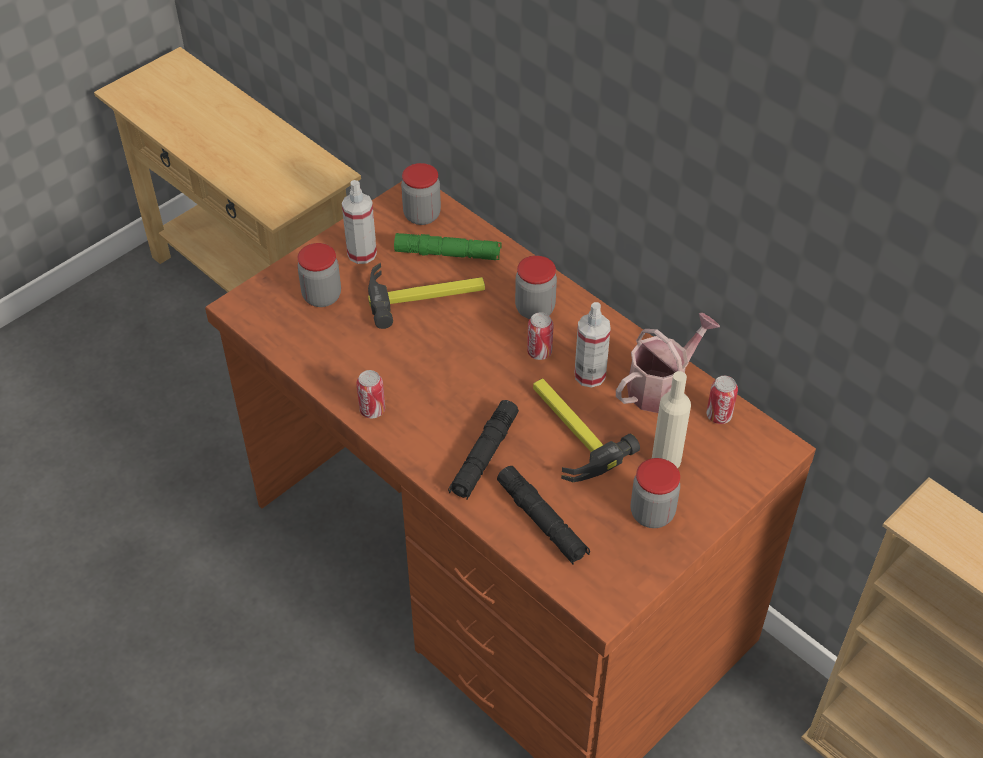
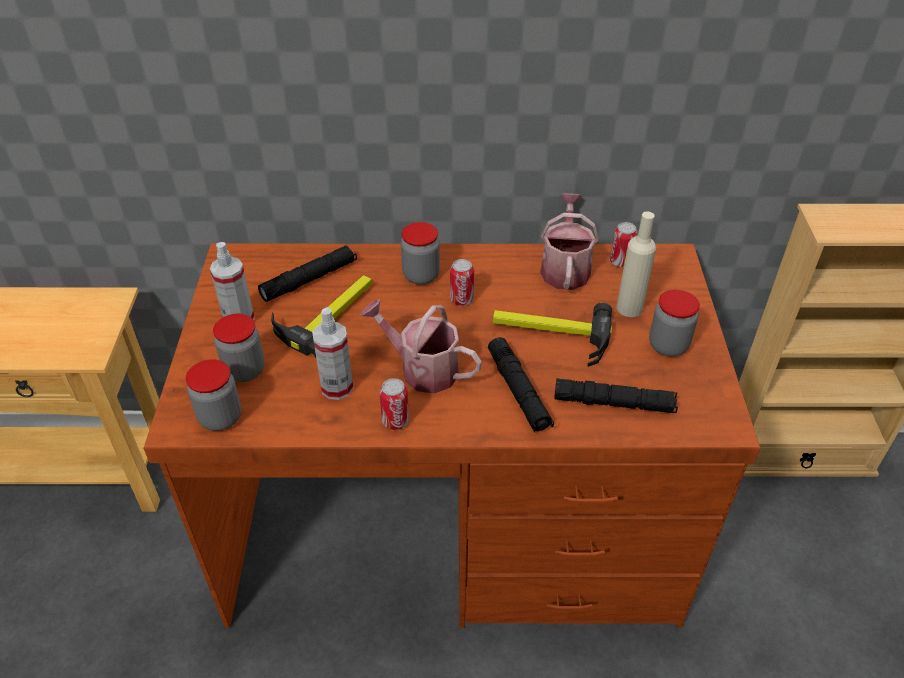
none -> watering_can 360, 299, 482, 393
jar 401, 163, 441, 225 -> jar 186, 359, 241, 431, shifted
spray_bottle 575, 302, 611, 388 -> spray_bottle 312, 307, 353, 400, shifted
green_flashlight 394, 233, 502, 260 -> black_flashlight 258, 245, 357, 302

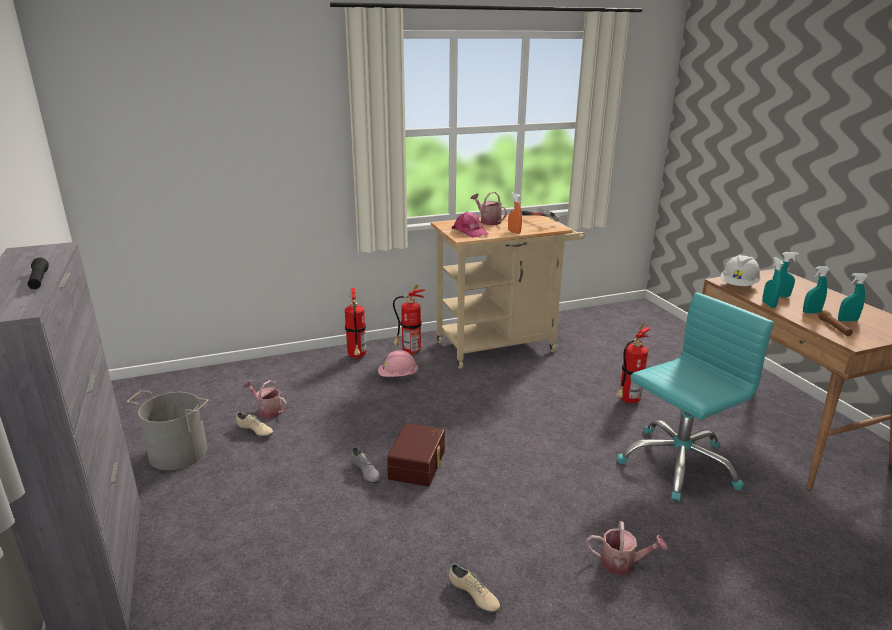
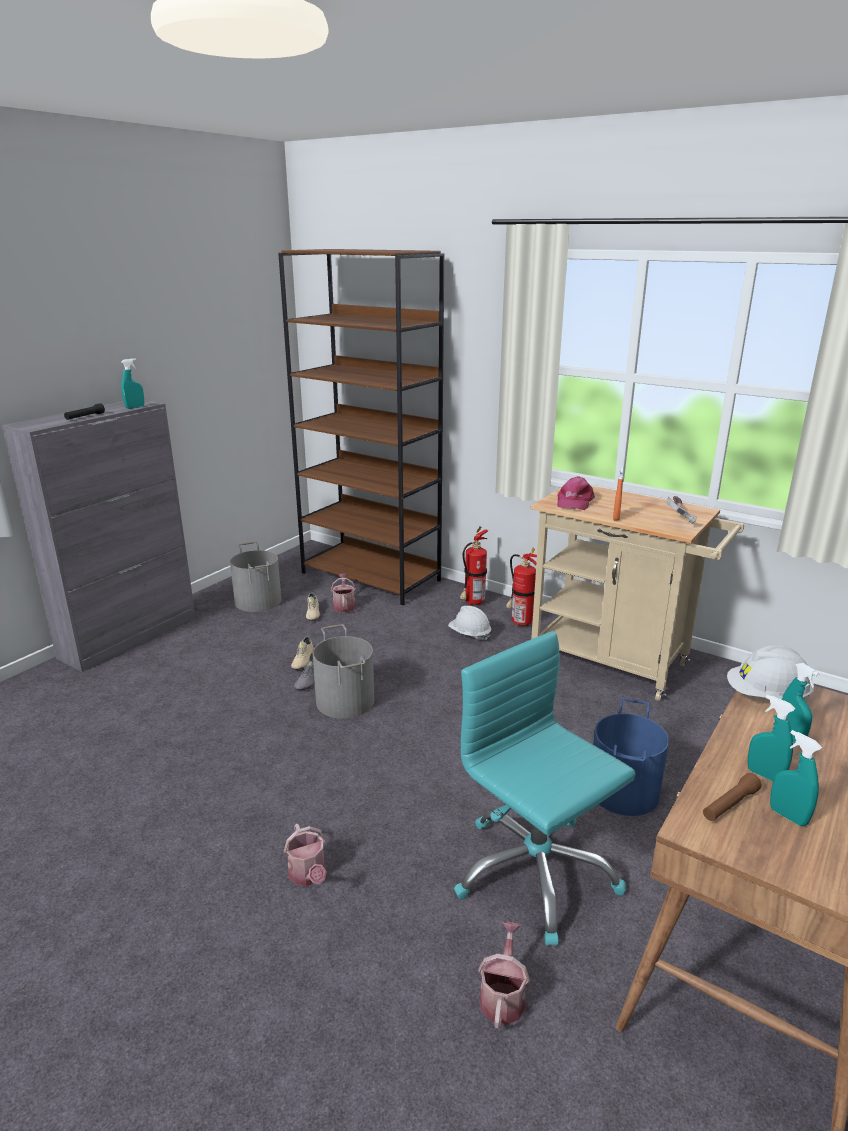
none -> brown_bookcase 278, 249, 444, 605
beige_shoe 449, 564, 500, 613 -> beige_shoe 291, 636, 314, 670, shifted
watering_can 470, 192, 507, 225 -> watering_can 478, 921, 530, 1029, shifted
turquoise_spray_bottle 762, 257, 784, 308 -> turquoise_spray_bottle 121, 358, 144, 409, shifted
brown_storage_box 387, 423, 445, 487 -> grey_bucket 313, 624, 374, 719
fire_extinguisher 616, 324, 651, 404 -> blue_bucket 593, 698, 669, 816
pink_hard_hat 378, 350, 418, 377 -> white_hard_hat 448, 606, 491, 641
turquoise_office_chair 617, 292, 774, 502 -> turquoise_office_chair 454, 631, 636, 946, 150 degrees counterclockwise

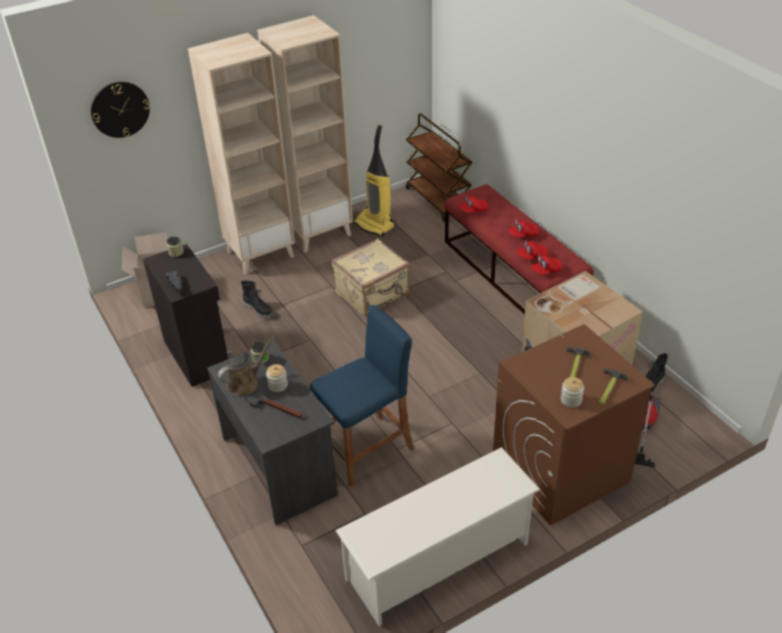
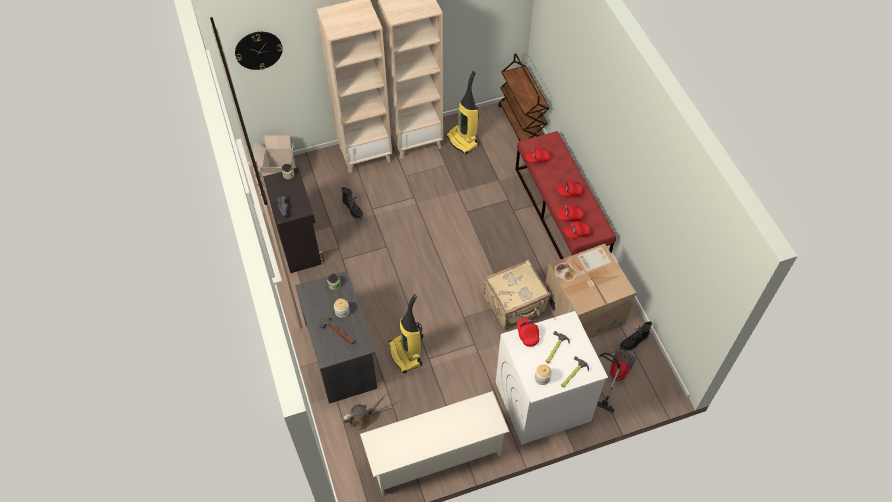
none -> red_cap 517, 318, 540, 347
brown_watering_can 217, 335, 275, 396 -> brown_watering_can 343, 393, 388, 430, shifted
beige_suitcase 331, 239, 410, 316 -> beige_suitcase 484, 260, 550, 329, shifted
blue_stool 310, 305, 414, 486 -> vacuum_cleaner 388, 294, 423, 374
brown_washing_machine 493, 324, 655, 526 -> white_washing_machine 496, 311, 608, 445

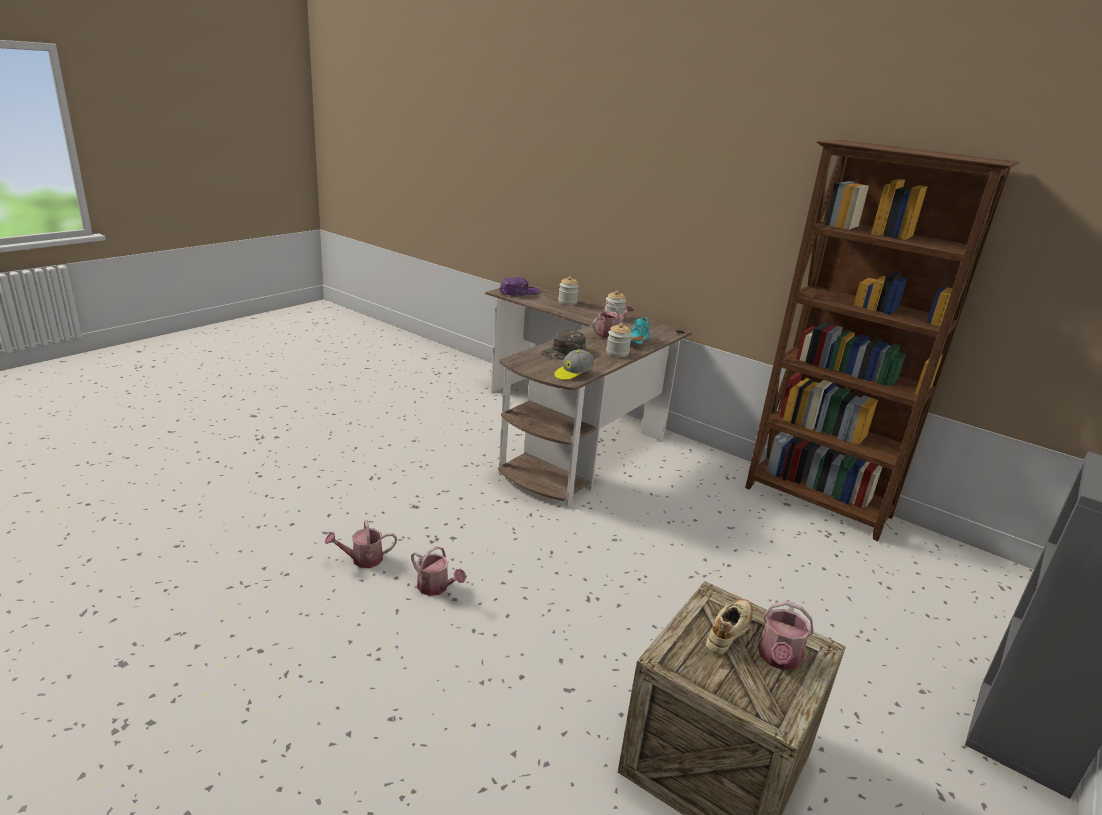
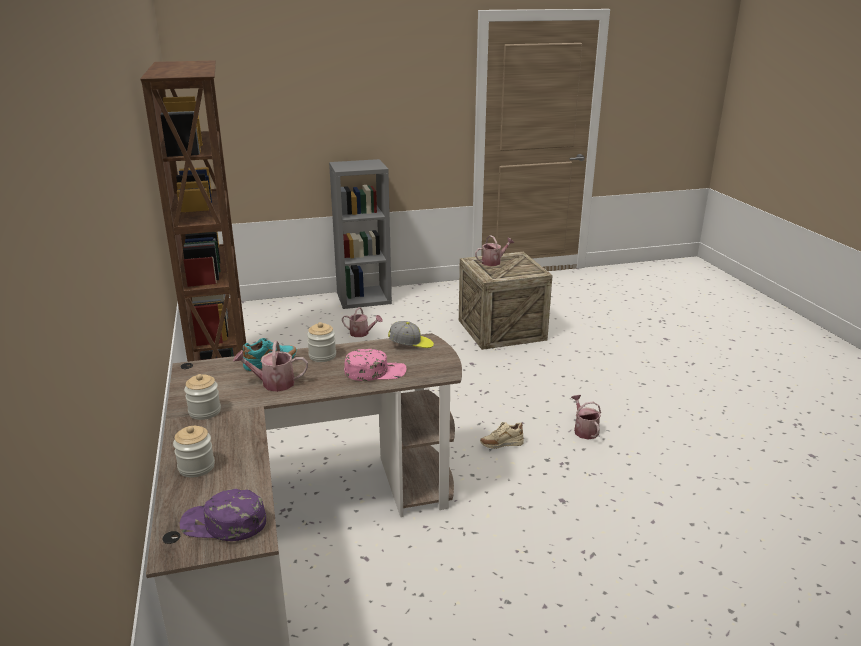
watering_can 324, 520, 397, 568 -> watering_can 342, 307, 383, 337, shifted
beige_shoe 706, 599, 753, 655 -> beige_shoe 480, 422, 524, 449, shifted
green_cap 541, 331, 586, 360 -> pink_cap 344, 349, 407, 381

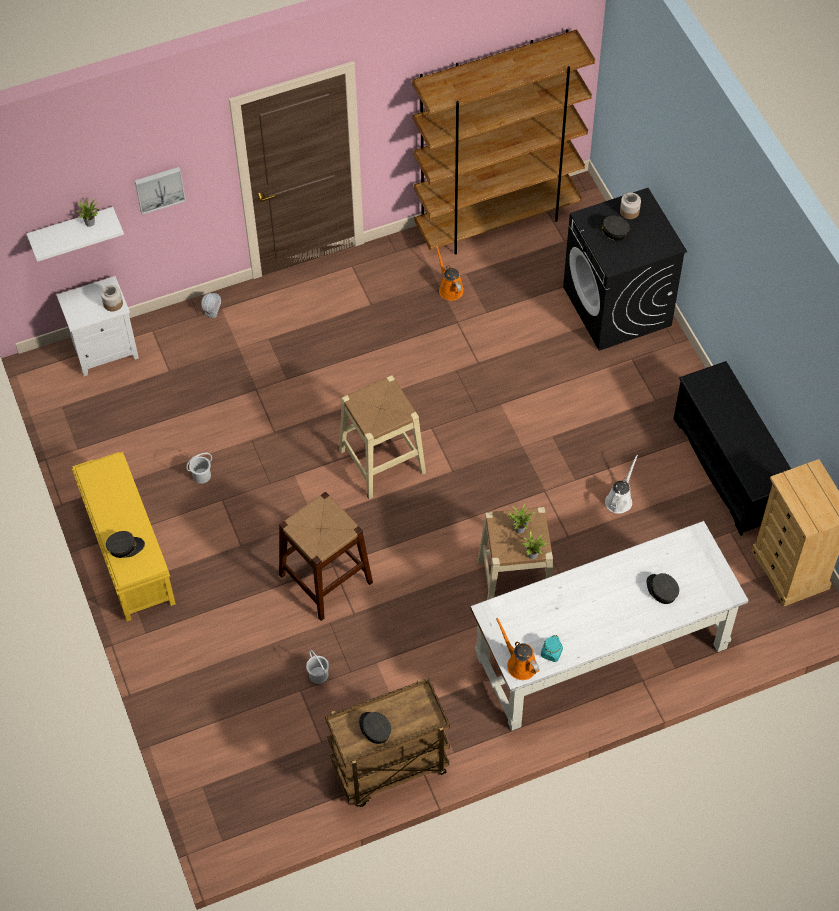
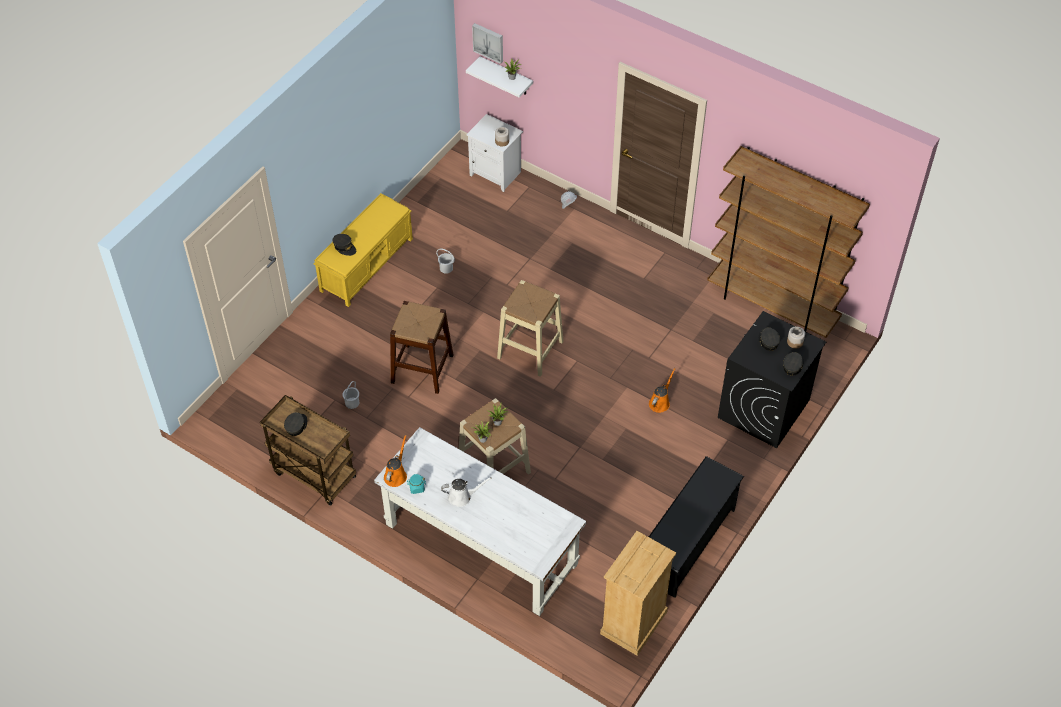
picture 134, 167, 186, 215 -> picture 472, 23, 503, 64, shifted
orange_watering_can 436, 245, 464, 301 -> orange_watering_can 649, 368, 676, 413, shifted
white_watering_can 605, 455, 638, 514 -> white_watering_can 441, 477, 492, 507, shifted
grey_cap 647, 573, 679, 604 -> grey_cap 783, 352, 803, 376, shifted

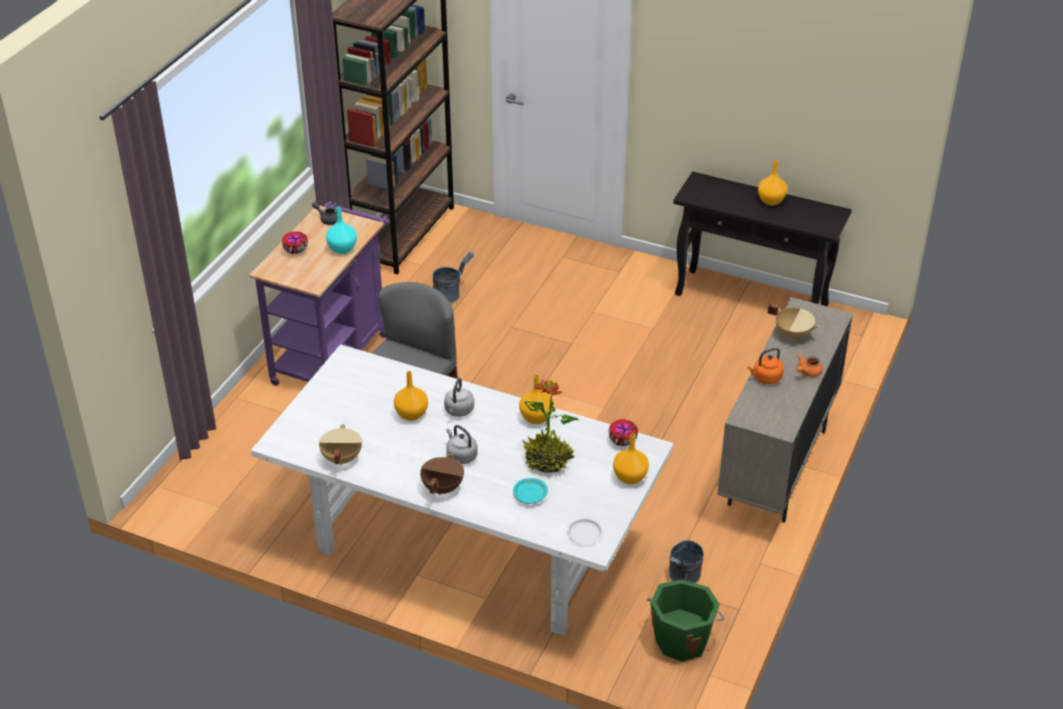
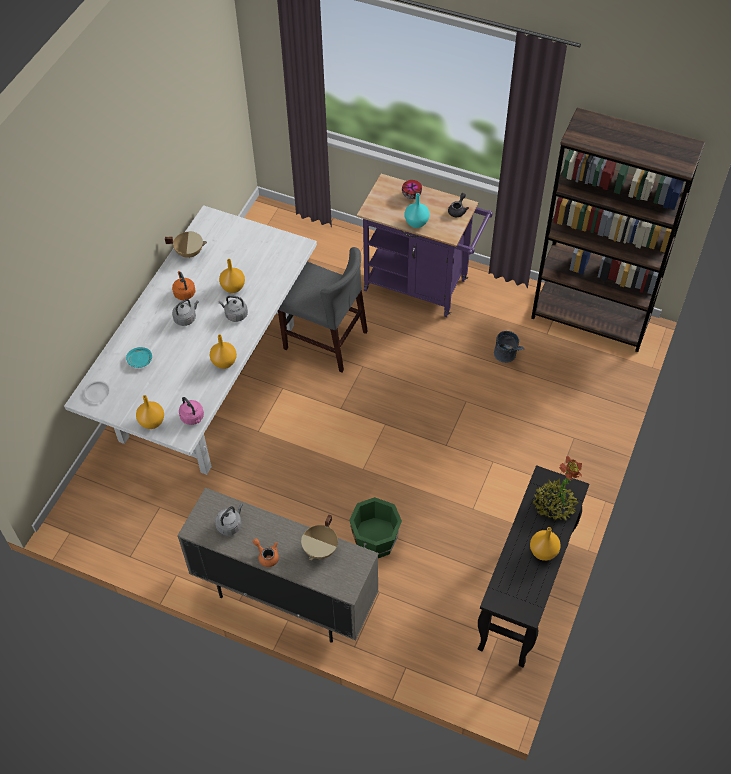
brown_cooking_pot 420, 454, 464, 495 -> none
grey_bucket 669, 540, 704, 583 -> none
none -> grey_kettle 215, 504, 243, 536
potted_plant 522, 380, 578, 473 -> potted_plant 533, 456, 582, 520, shifted
green_bucket 647, 579, 725, 661 -> green_bucket 349, 497, 402, 558, shifted
orange_kettle 747, 348, 784, 384 -> orange_kettle 172, 271, 196, 300, shifted
bowl 609, 419, 638, 447 -> pink_kettle 179, 397, 204, 425

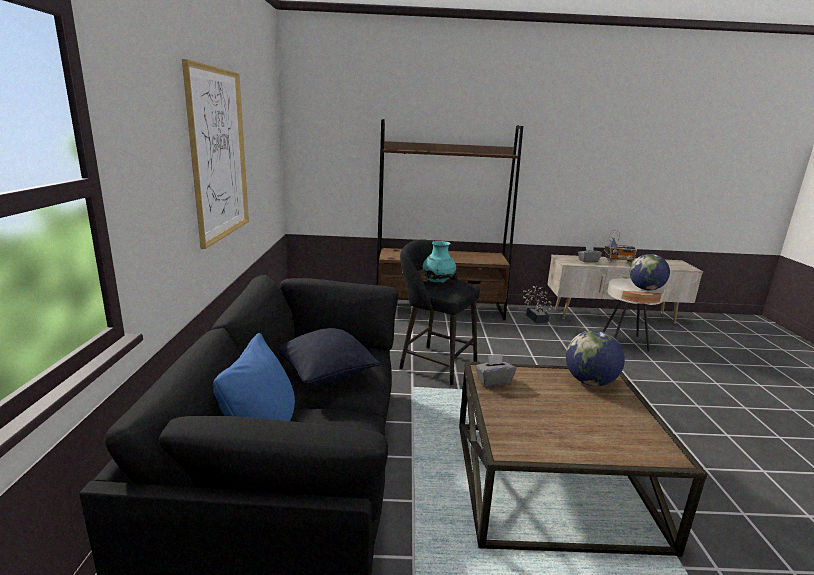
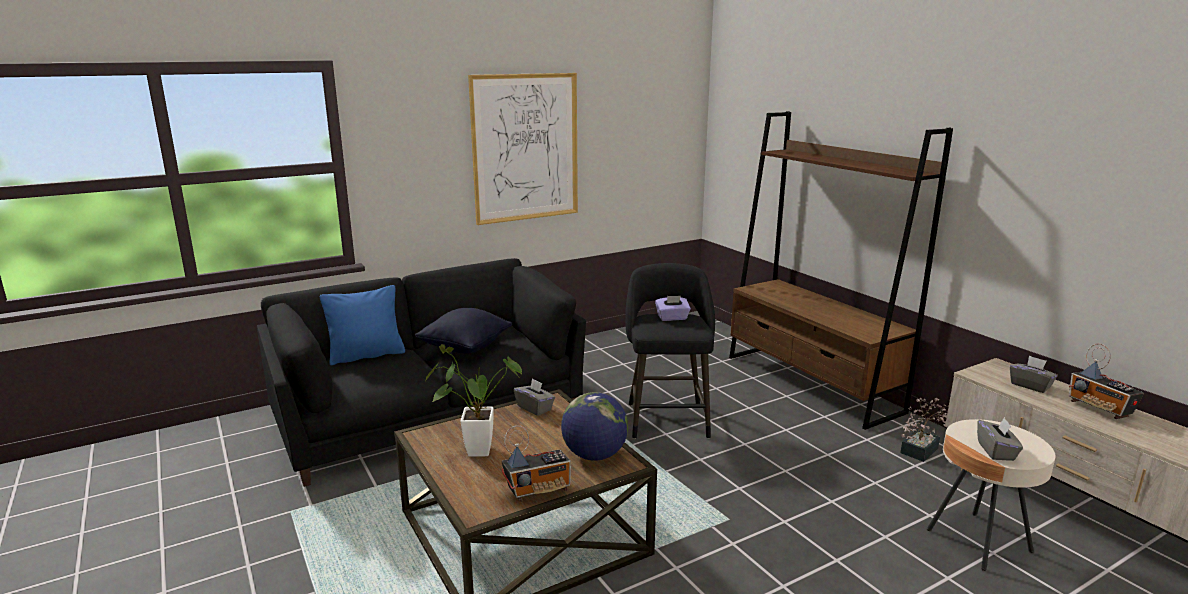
none -> potted_plant 426, 344, 522, 457
none -> radio 501, 425, 571, 502
turquoise_vase 423, 241, 456, 283 -> purple_tissue_box 655, 296, 691, 321
globe 630, 254, 670, 290 -> grey_tissue_box 977, 417, 1023, 461

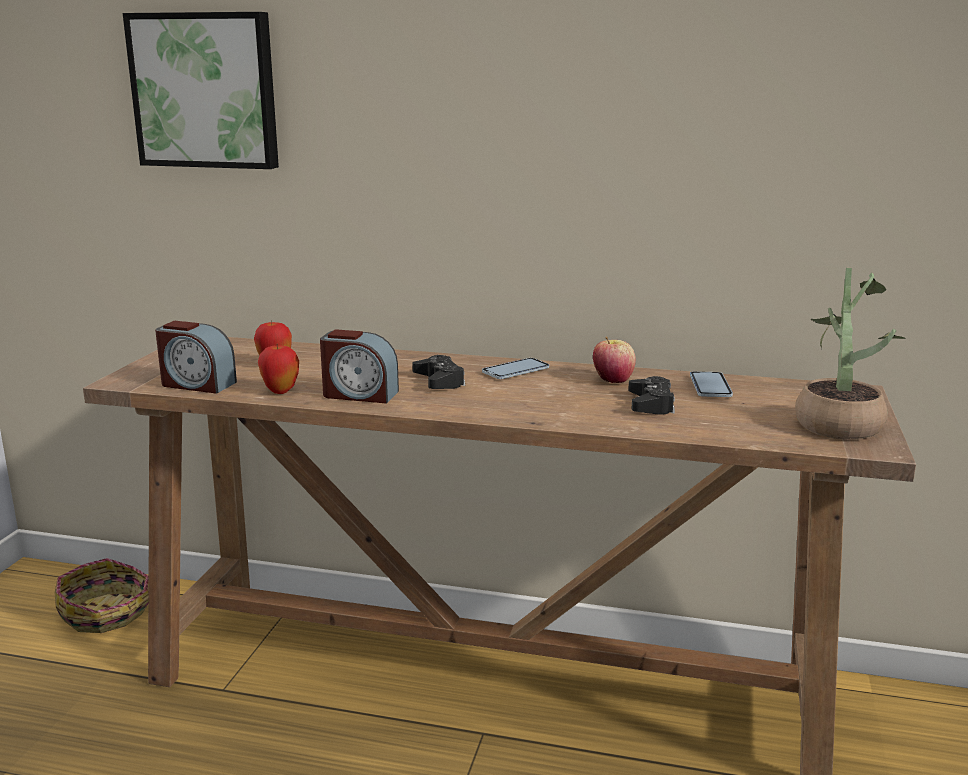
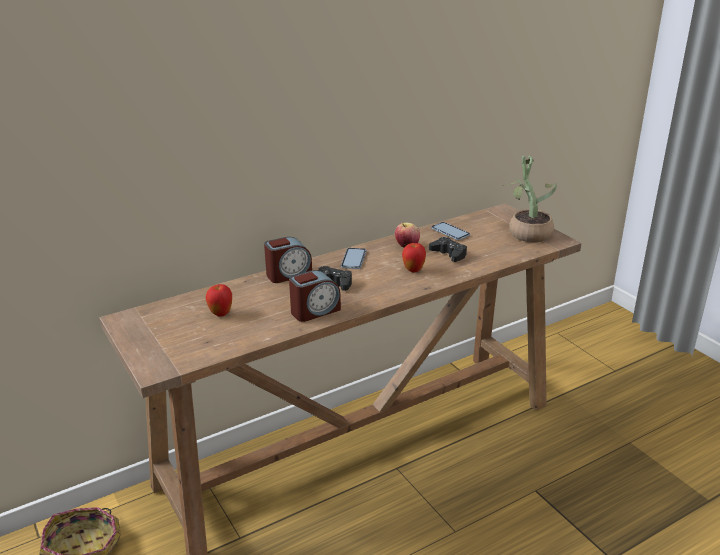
picture 123, 12, 279, 169 -> none
alarm_clock 155, 321, 237, 394 -> alarm_clock 264, 237, 312, 283, shifted
apple 258, 345, 299, 394 -> apple 402, 243, 426, 272, shifted

